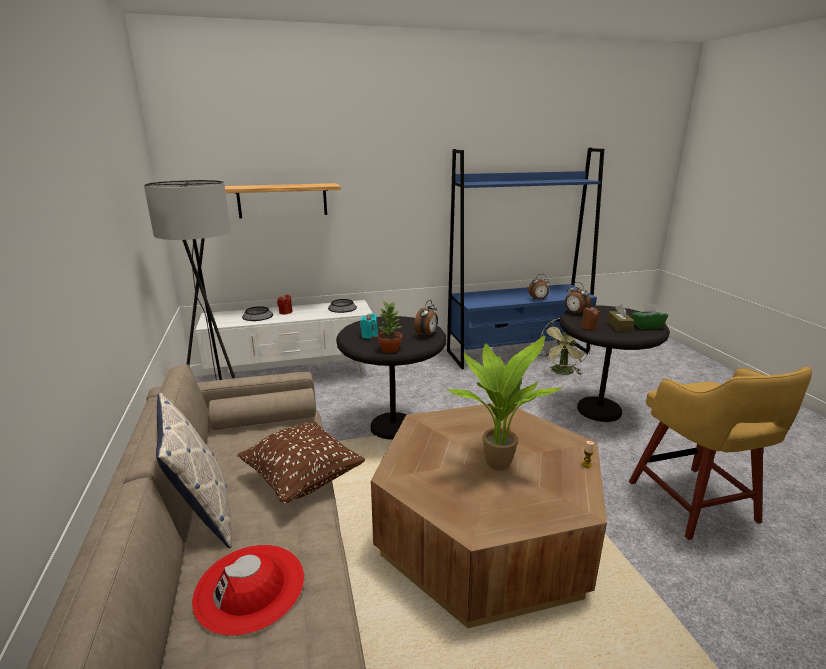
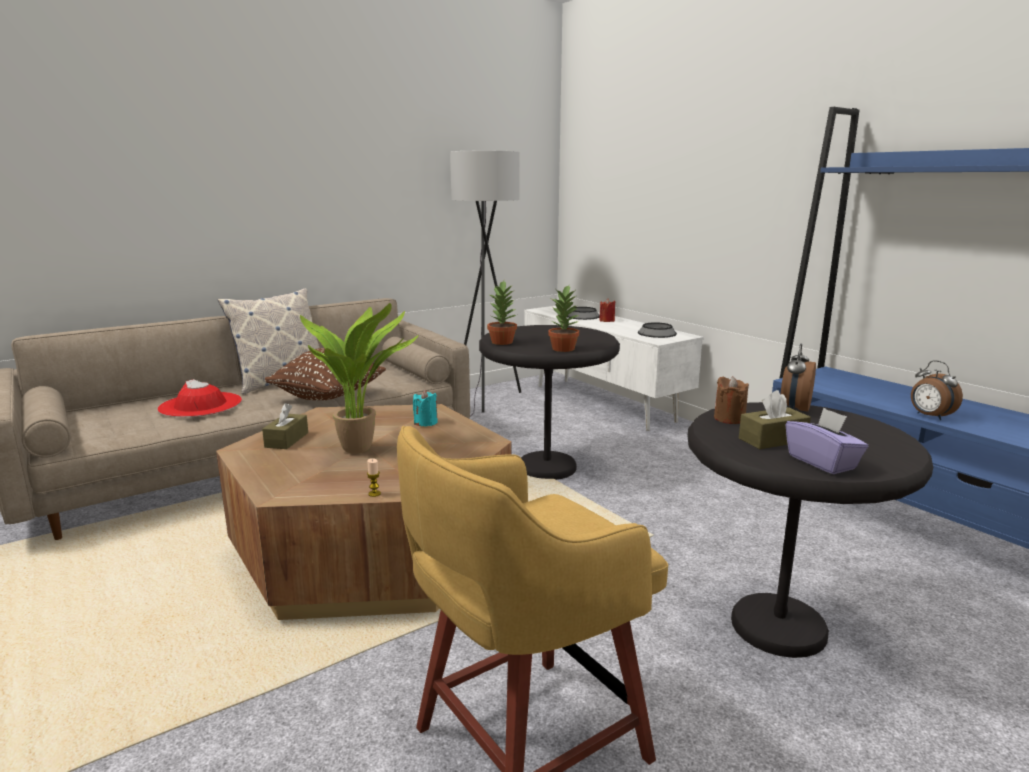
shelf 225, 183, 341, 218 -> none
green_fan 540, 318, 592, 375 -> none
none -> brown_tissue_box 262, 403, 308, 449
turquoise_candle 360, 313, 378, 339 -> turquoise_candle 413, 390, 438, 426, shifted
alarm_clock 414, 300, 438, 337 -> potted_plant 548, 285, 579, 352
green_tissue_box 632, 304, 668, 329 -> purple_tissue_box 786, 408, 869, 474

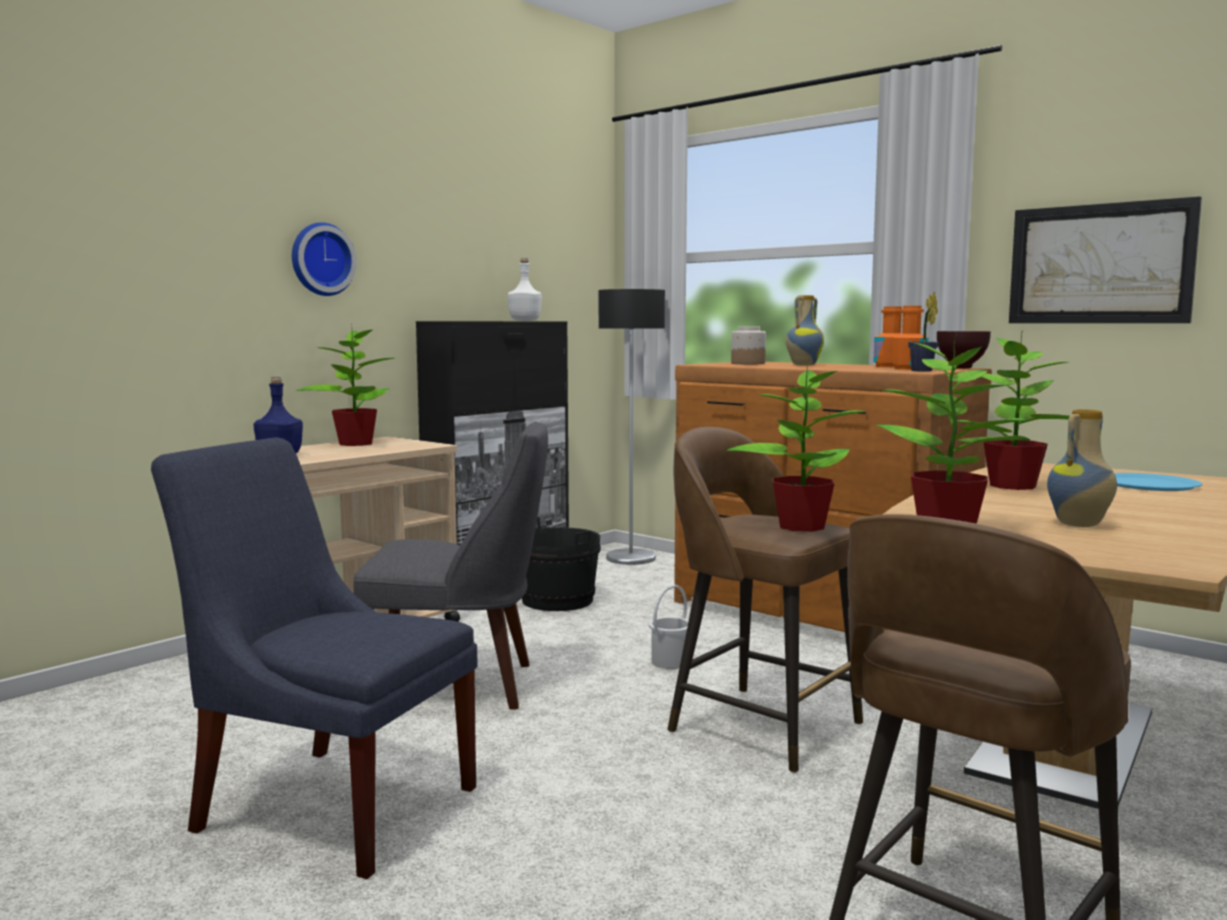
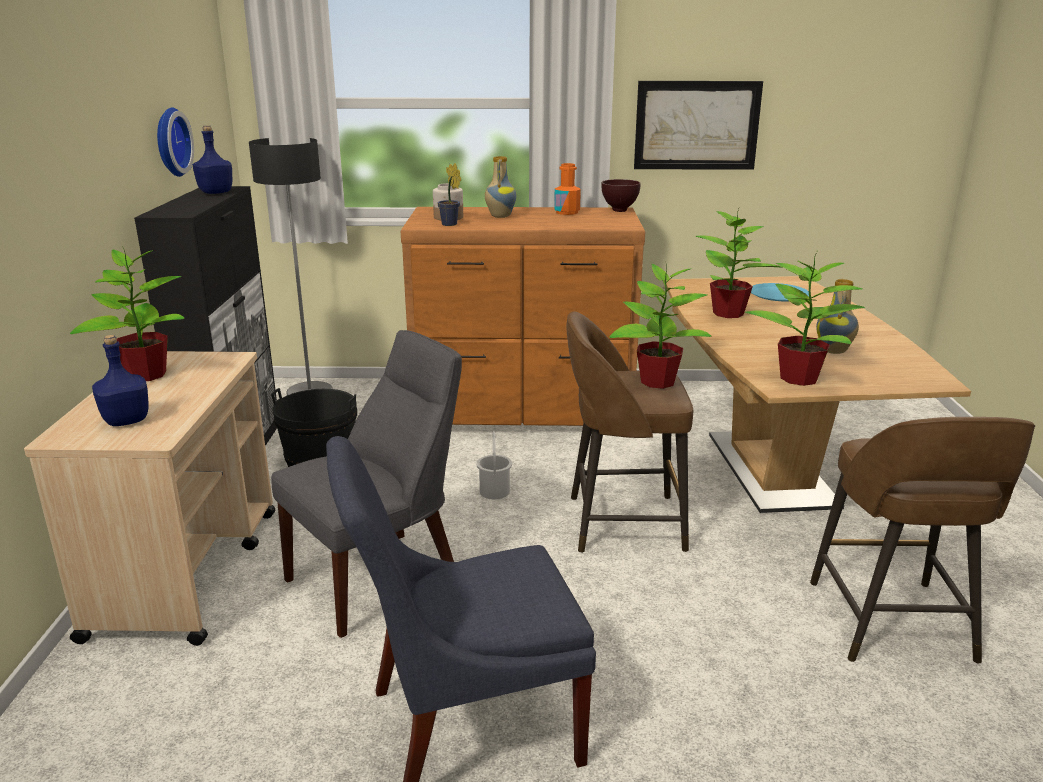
orange_bottle 892, 306, 929, 370 -> none
wall_clock 292, 222, 357, 296 -> wall_clock 157, 108, 194, 177, shifted
potted_plant 908, 292, 939, 372 -> potted_plant 437, 163, 461, 226, shifted
white_bottle 508, 258, 542, 321 -> blue_bottle 193, 125, 232, 194

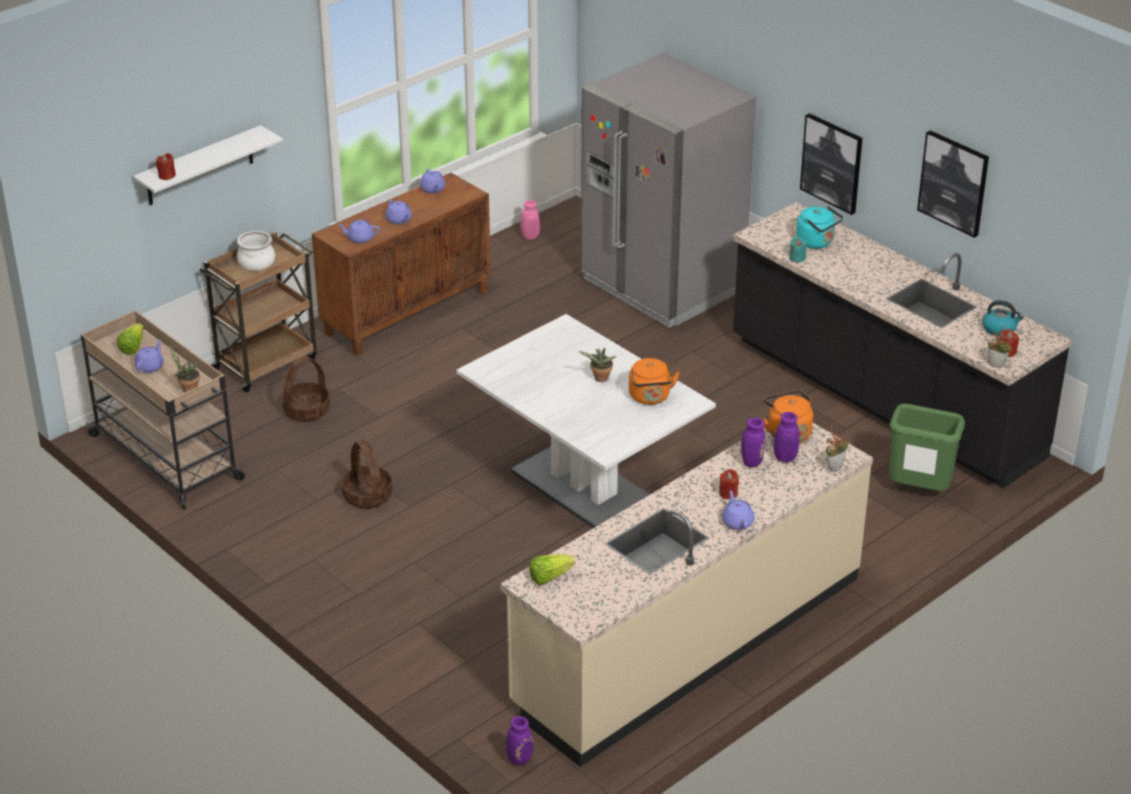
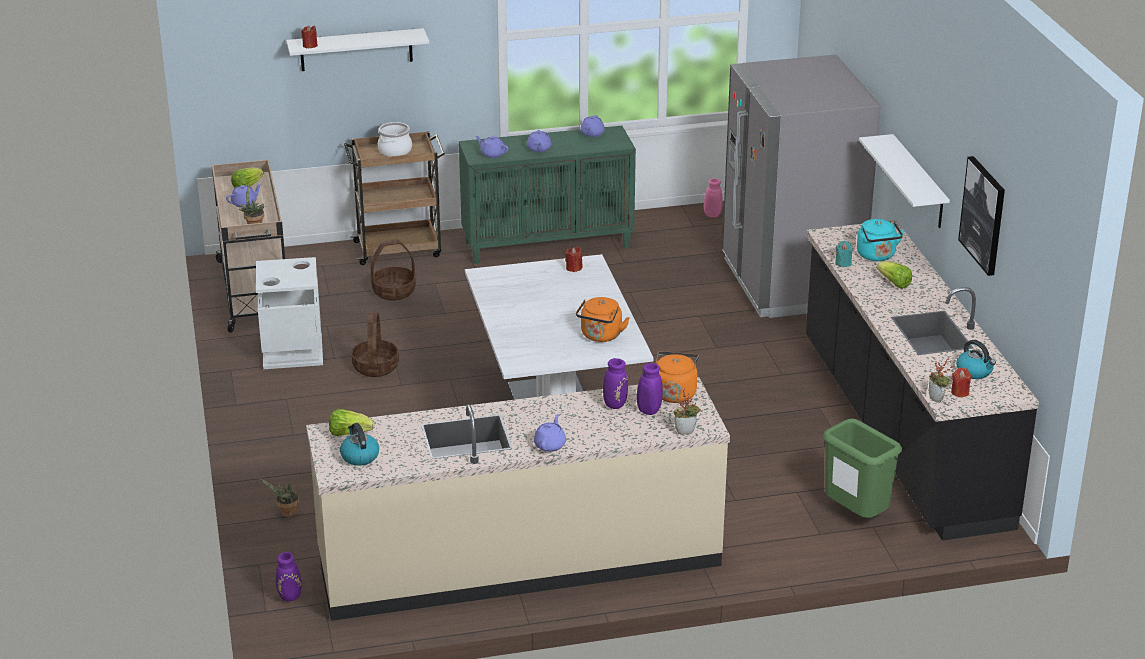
none -> white_trash_can 256, 257, 323, 369
none -> kettle 340, 423, 379, 466
none -> lettuce 876, 261, 912, 289
potted_plant 579, 348, 616, 382 -> potted_plant 259, 478, 299, 517, shifted
red_candle 719, 469, 739, 500 -> red_candle 565, 247, 583, 272, shifted
picture 800, 113, 862, 215 -> white_shelf 859, 134, 950, 228
brown_cabinet 312, 173, 491, 356 -> green_cabinet 459, 126, 636, 264

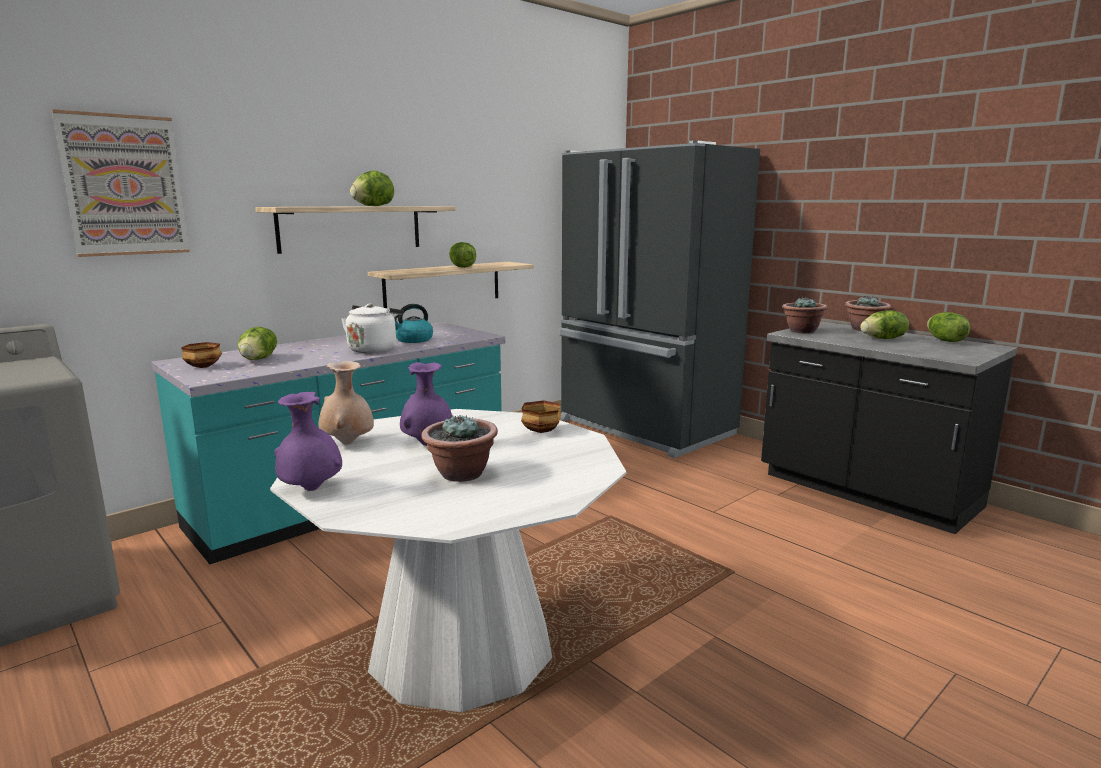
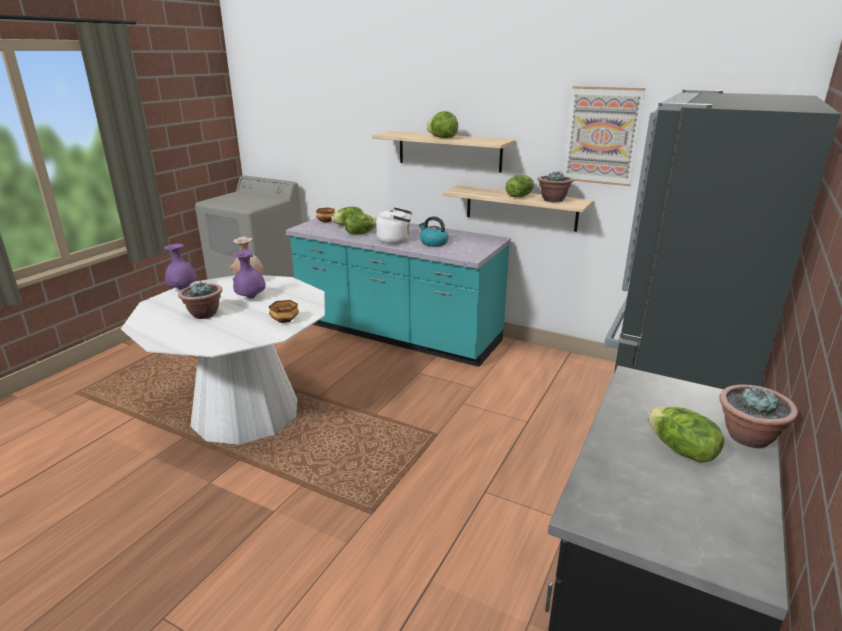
picture 52, 109, 190, 257 -> picture 564, 86, 645, 186, shifted
potted_plant 782, 296, 828, 334 -> potted_plant 537, 171, 574, 202, shifted
lettuce 927, 312, 970, 342 -> lettuce 344, 214, 376, 235, shifted

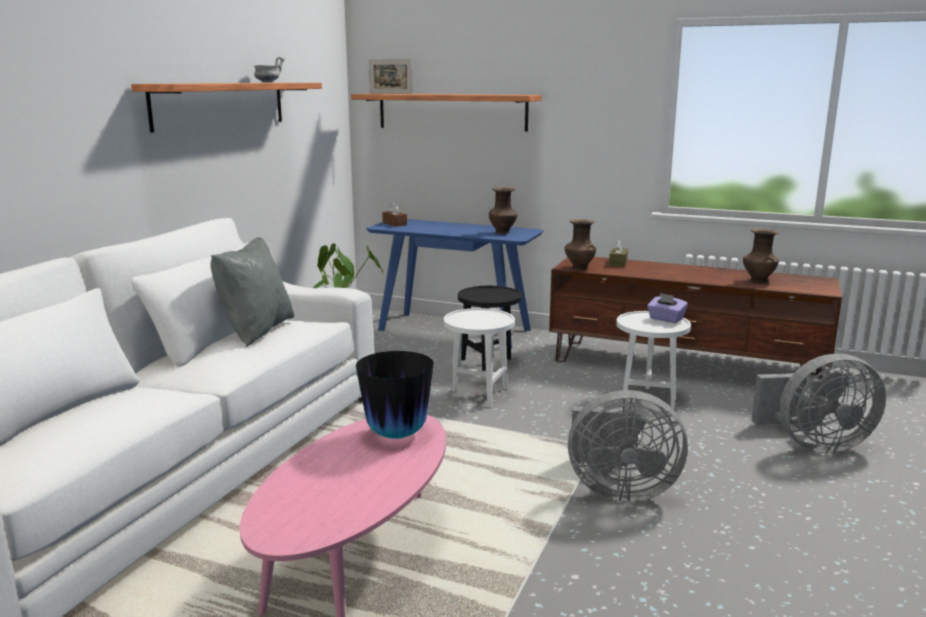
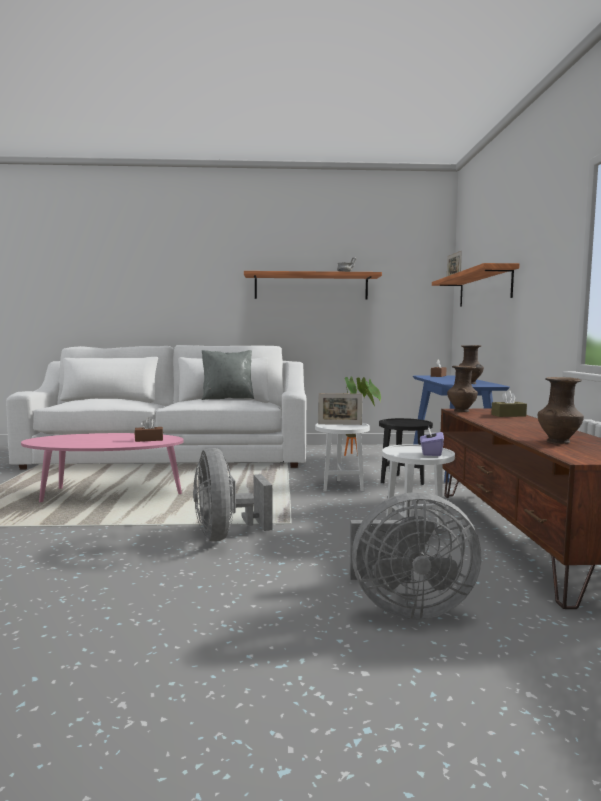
none -> picture_frame 318, 393, 362, 425
vase 356, 351, 434, 439 -> brown_tissue_box 135, 417, 163, 442
grey_fan 751, 354, 886, 453 -> grey_fan 350, 492, 481, 620, 60 degrees counterclockwise

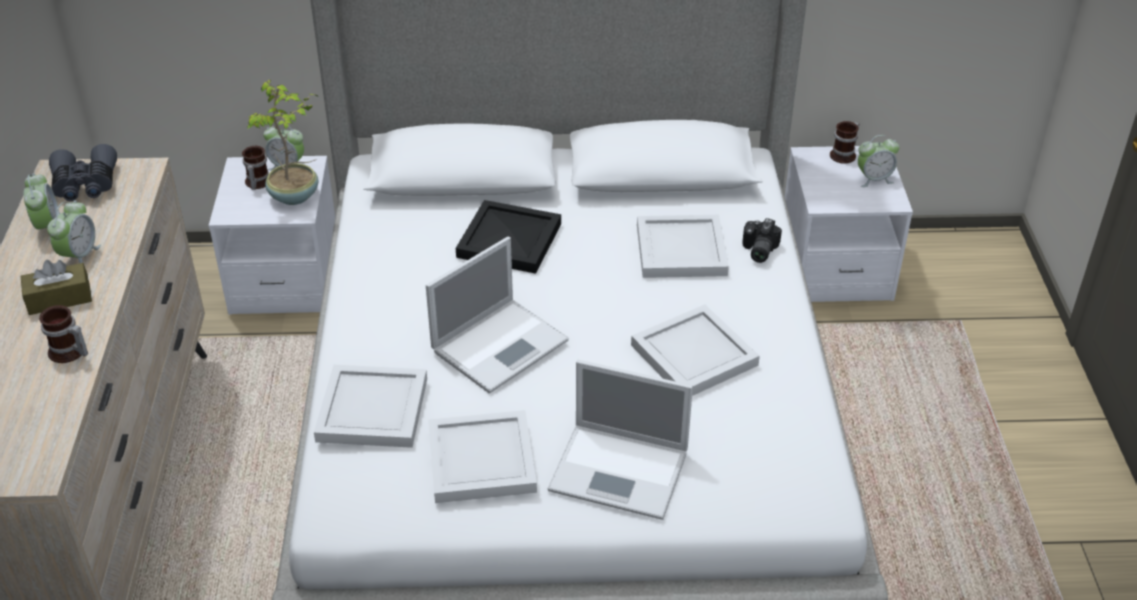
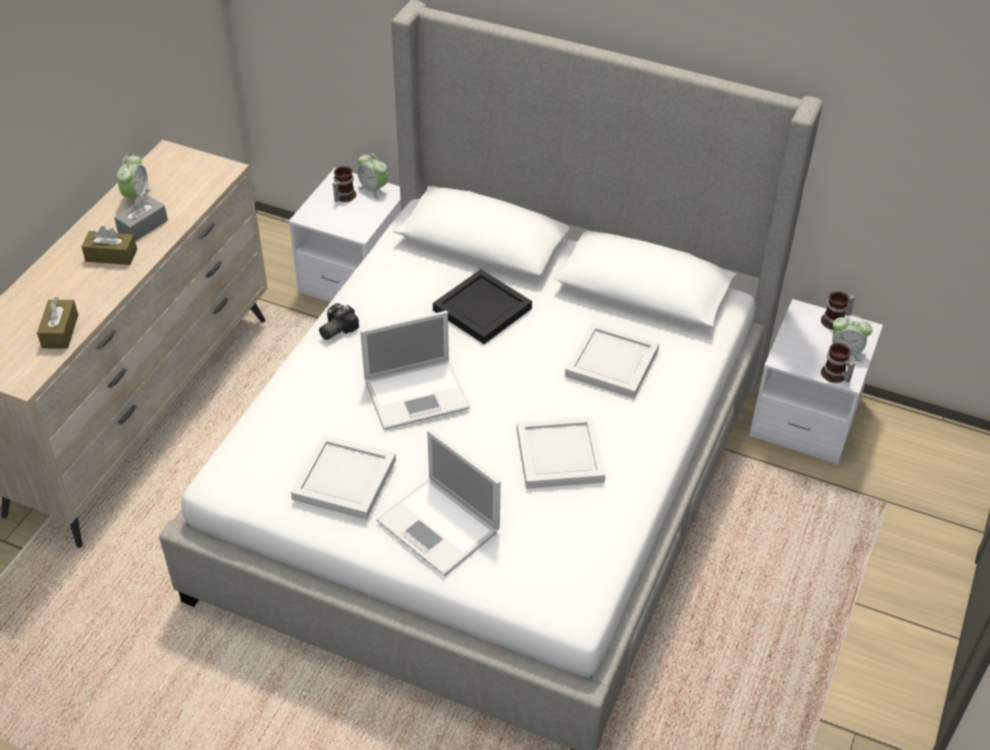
grey_binoculars 49, 144, 117, 201 -> none
potted_plant 247, 80, 318, 205 -> none
white_tray 314, 365, 427, 448 -> none
none -> brown_tissue_box 37, 297, 78, 348
mug 39, 305, 88, 363 -> mug 821, 343, 855, 383, shifted
photo_camera 743, 218, 782, 263 -> photo_camera 319, 303, 359, 340, shifted
alarm_clock 47, 200, 101, 263 -> grey_tissue_box 114, 195, 168, 241

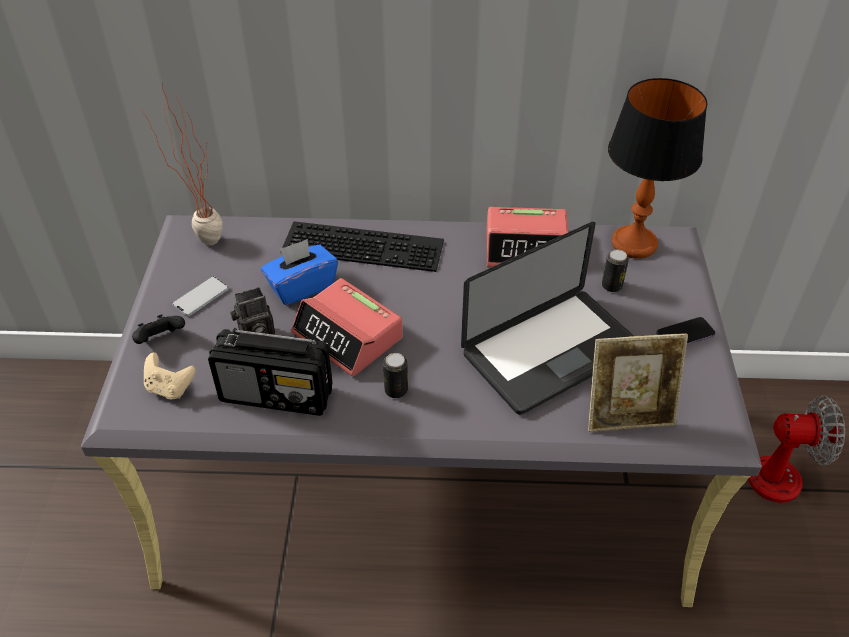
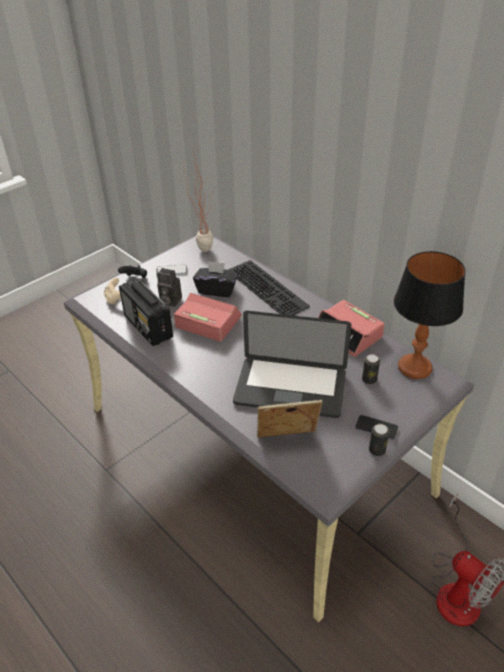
can 383, 353, 408, 398 -> can 369, 424, 389, 456, shifted
blue_tissue_box 261, 239, 338, 305 -> black_tissue_box 193, 261, 238, 297
alarm_clock 291, 278, 403, 377 -> alarm_clock 174, 293, 242, 342, 120 degrees clockwise
picture_frame 588, 333, 688, 432 -> picture_frame 257, 400, 323, 438, 135 degrees clockwise

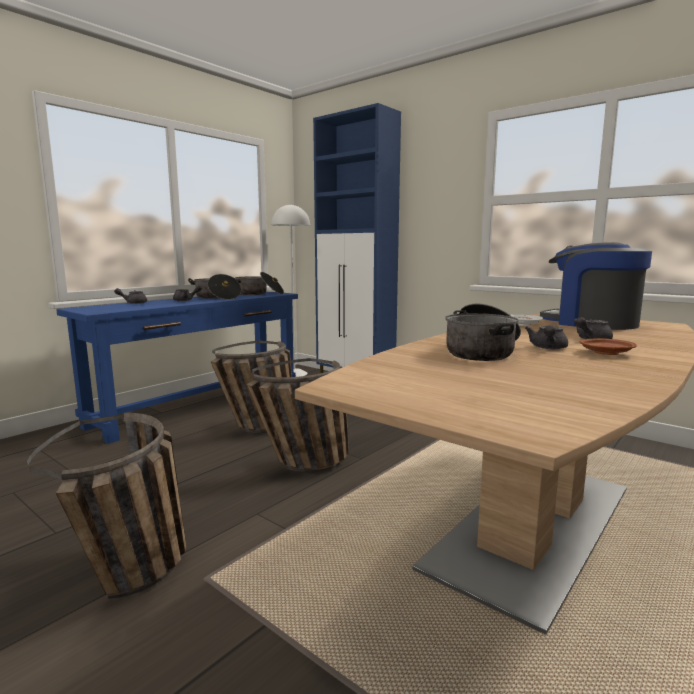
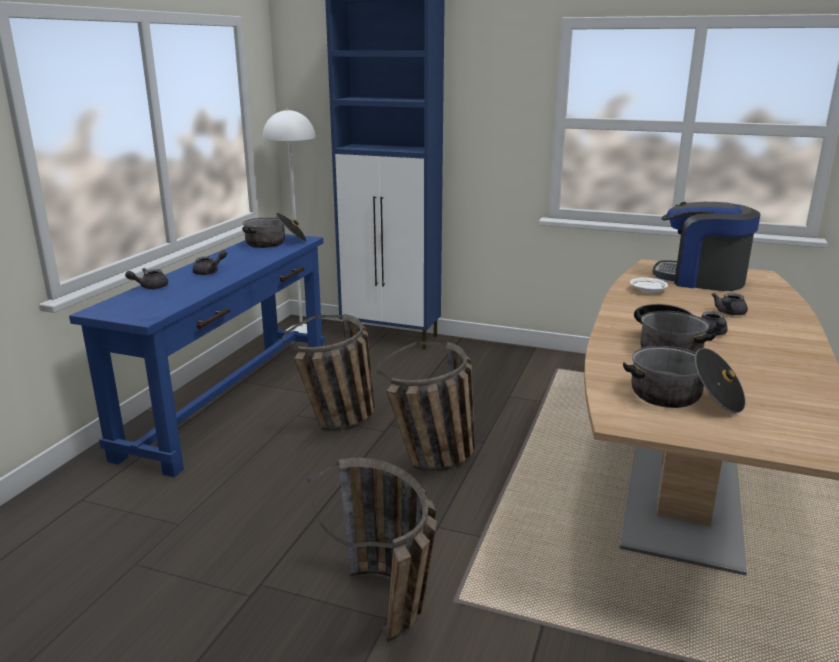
brown_plate 580, 338, 637, 355 -> none
cooking_pot 188, 274, 241, 300 -> cooking_pot 623, 346, 746, 413, shifted

